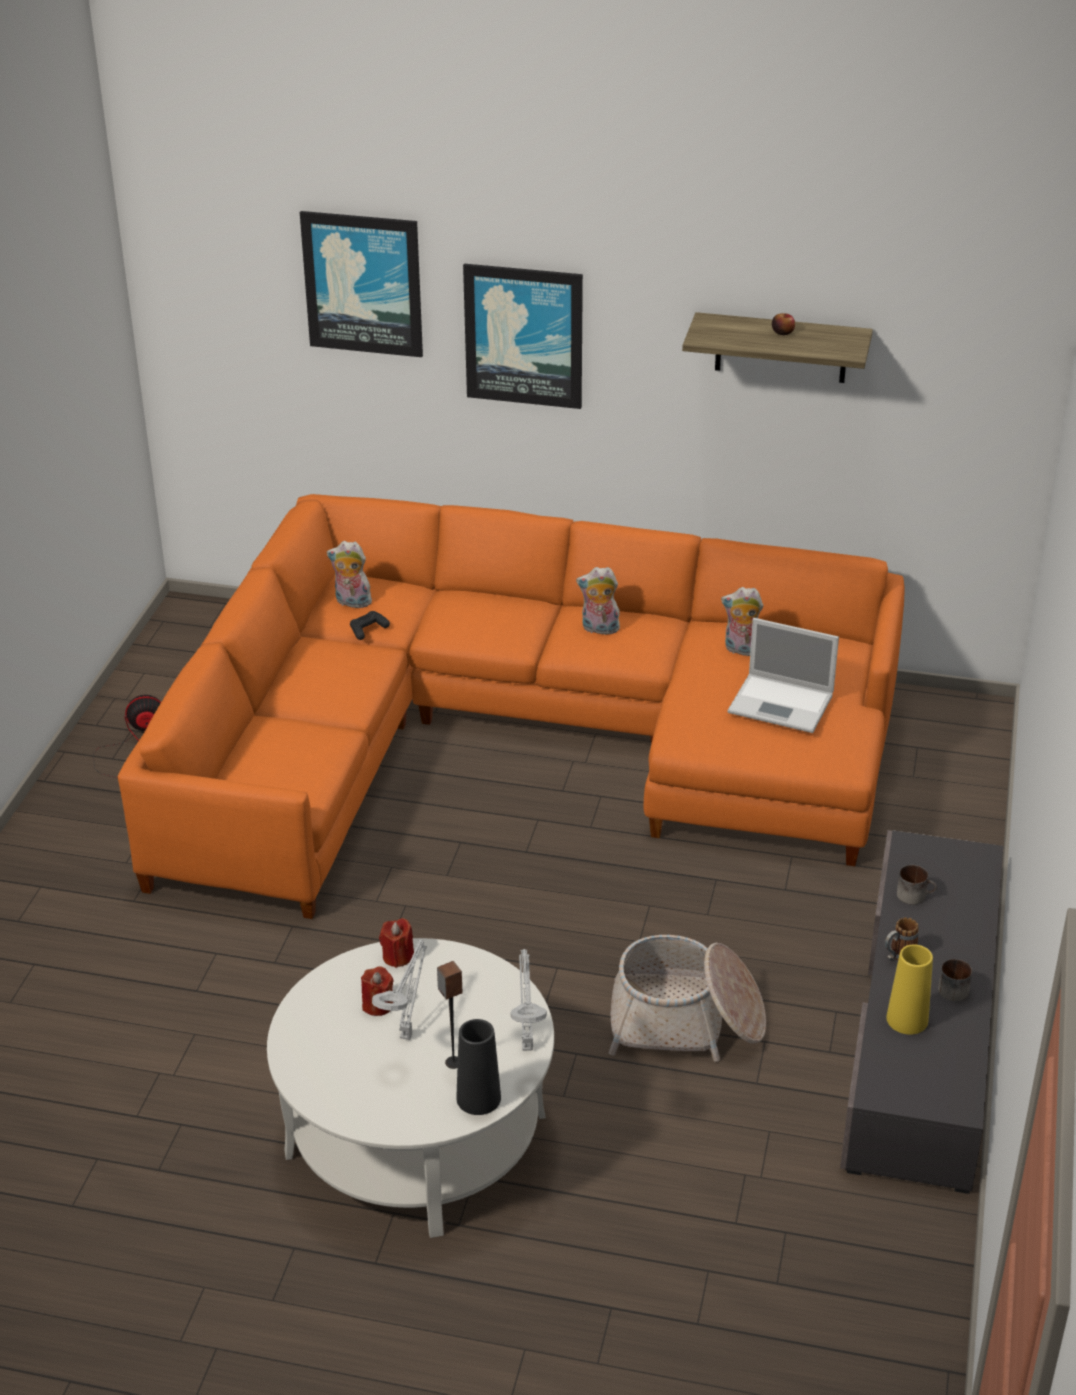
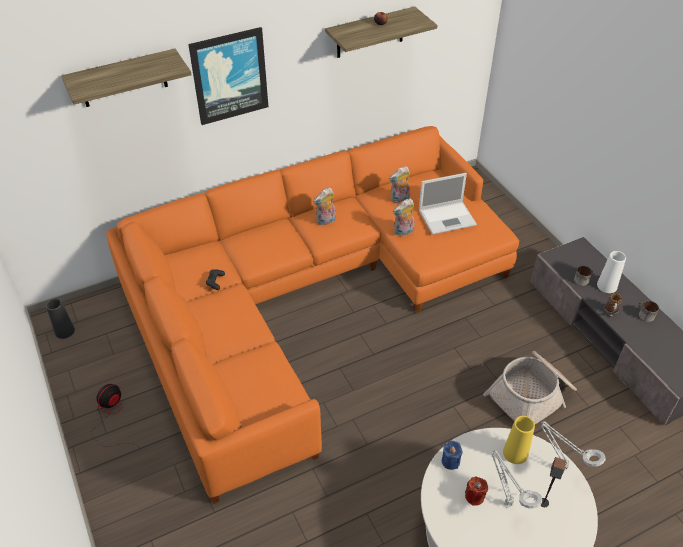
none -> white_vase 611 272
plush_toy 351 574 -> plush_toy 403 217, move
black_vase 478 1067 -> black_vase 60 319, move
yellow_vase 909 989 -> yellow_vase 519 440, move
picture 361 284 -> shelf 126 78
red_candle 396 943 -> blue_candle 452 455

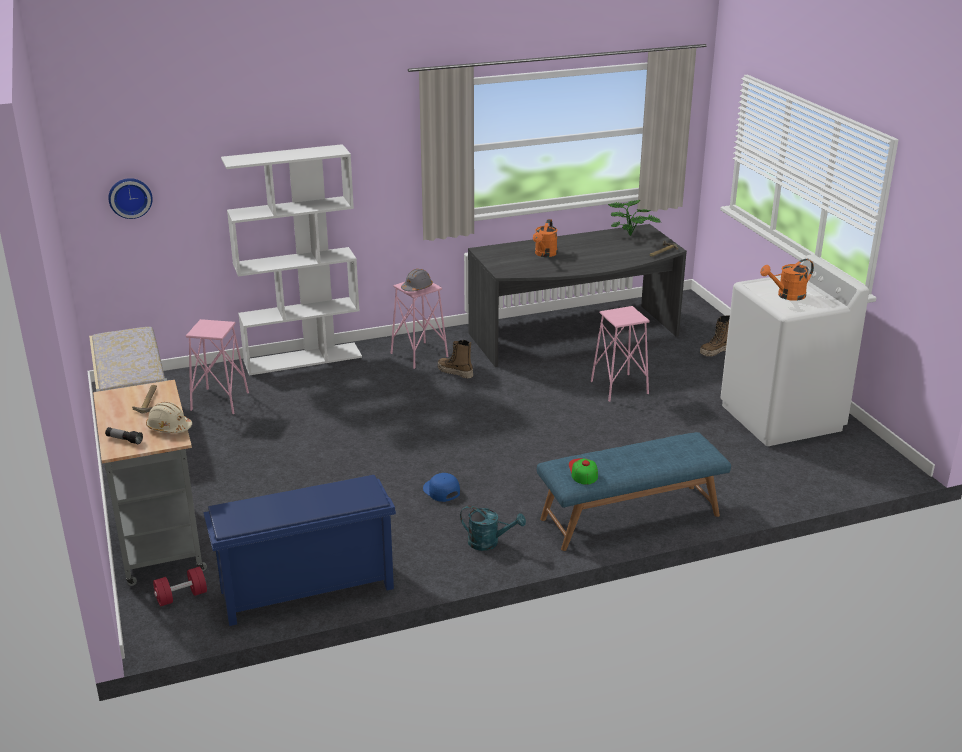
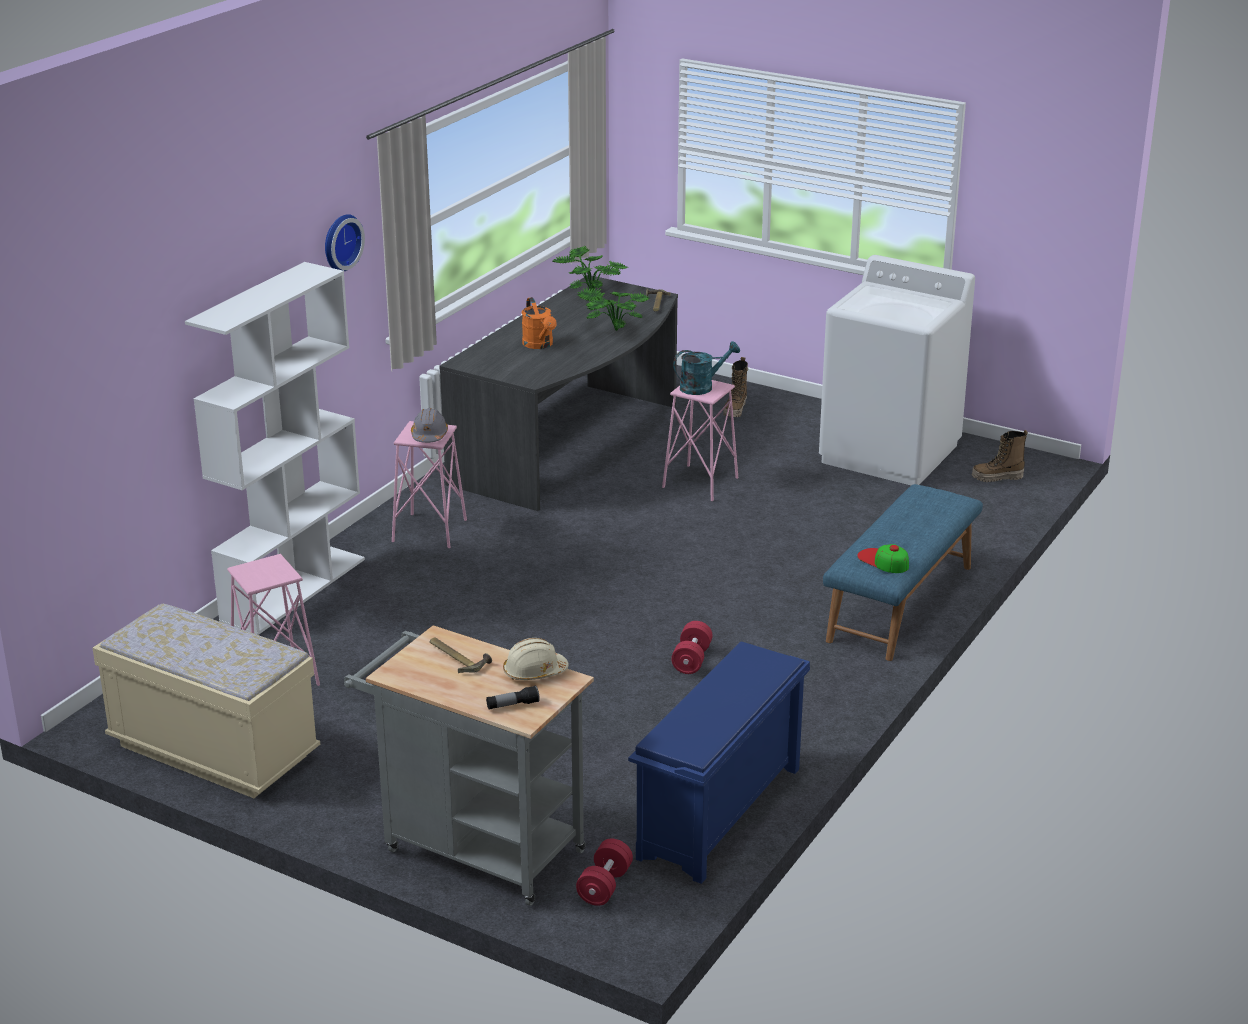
orange_watering_can 787 280 -> none
none -> potted_plant 613 309
wall_clock 130 198 -> wall_clock 345 242, move
boot 455 359 -> boot 1000 456, move
turquoise_watering_can 493 528 -> turquoise_watering_can 706 368, move
blue_cap 441 487 -> red_dumbbell 692 647

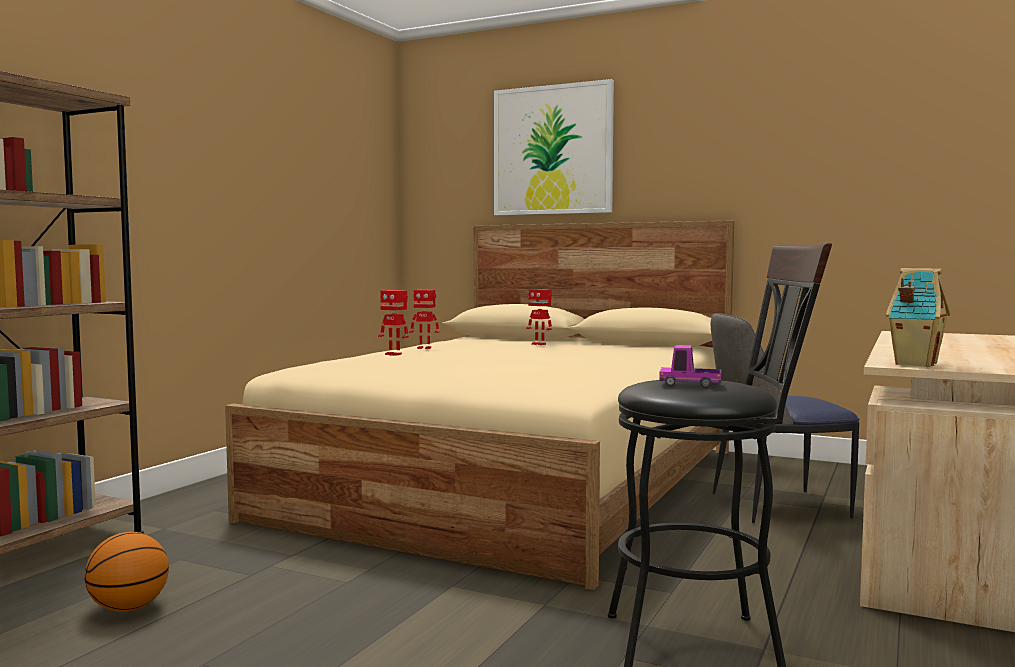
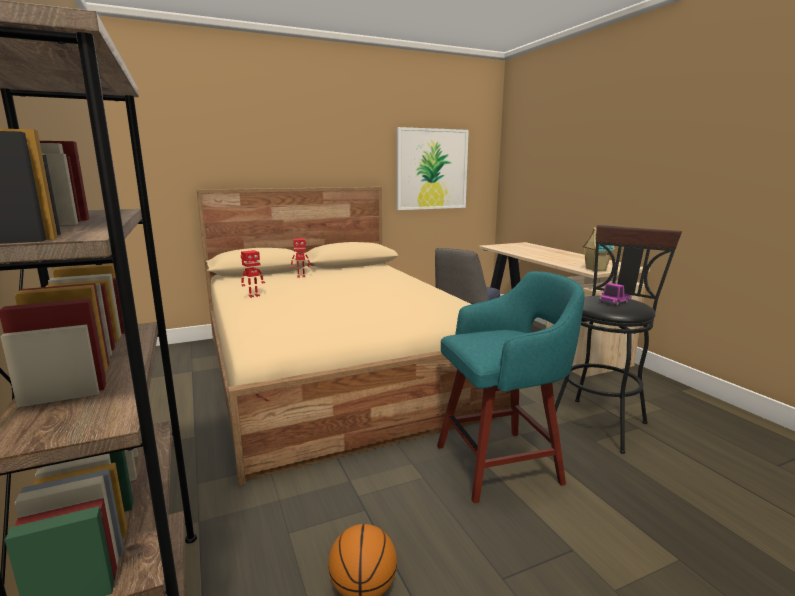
toy_robot 393 323 -> none
none -> turquoise_stool 510 387
picture 554 147 -> picture 433 168, move

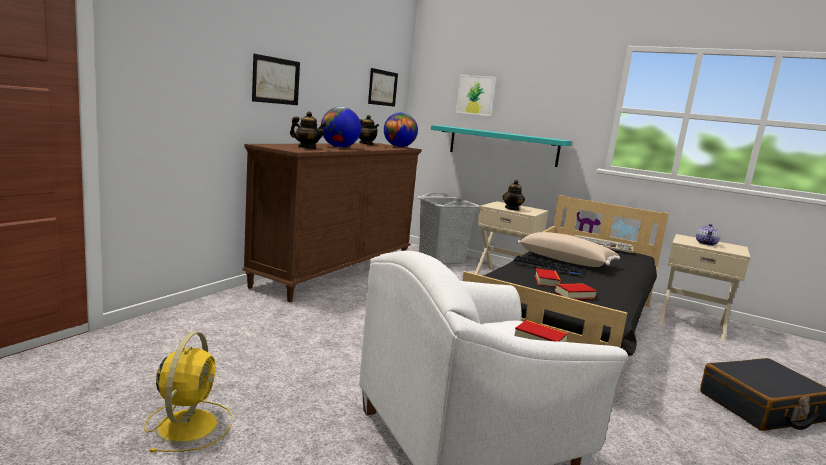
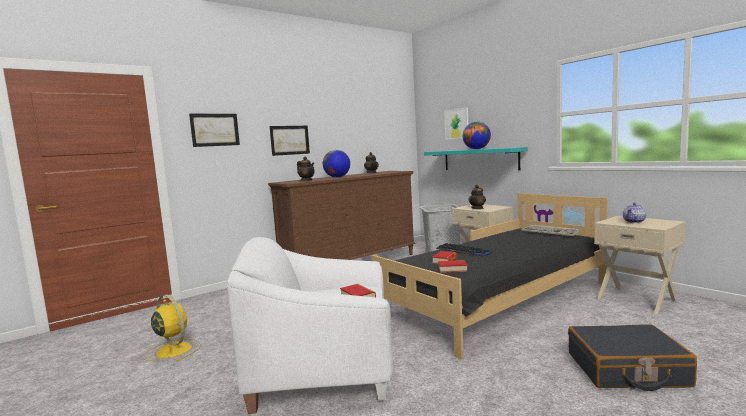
beige_pillow 568 249 -> none
picture 383 87 -> picture 214 130, move
globe 401 129 -> globe 477 135, move
yellow_fan 188 392 -> yellow_fan 172 328, 75 degrees counterclockwise

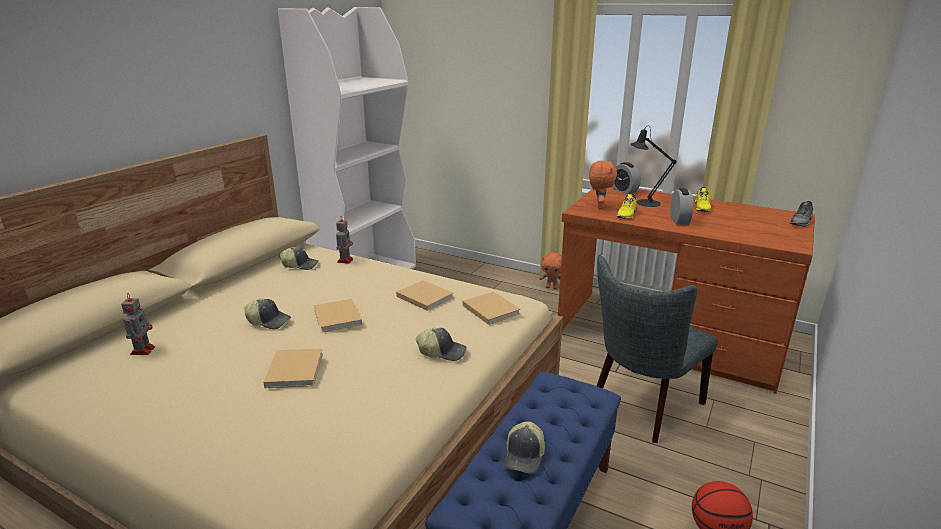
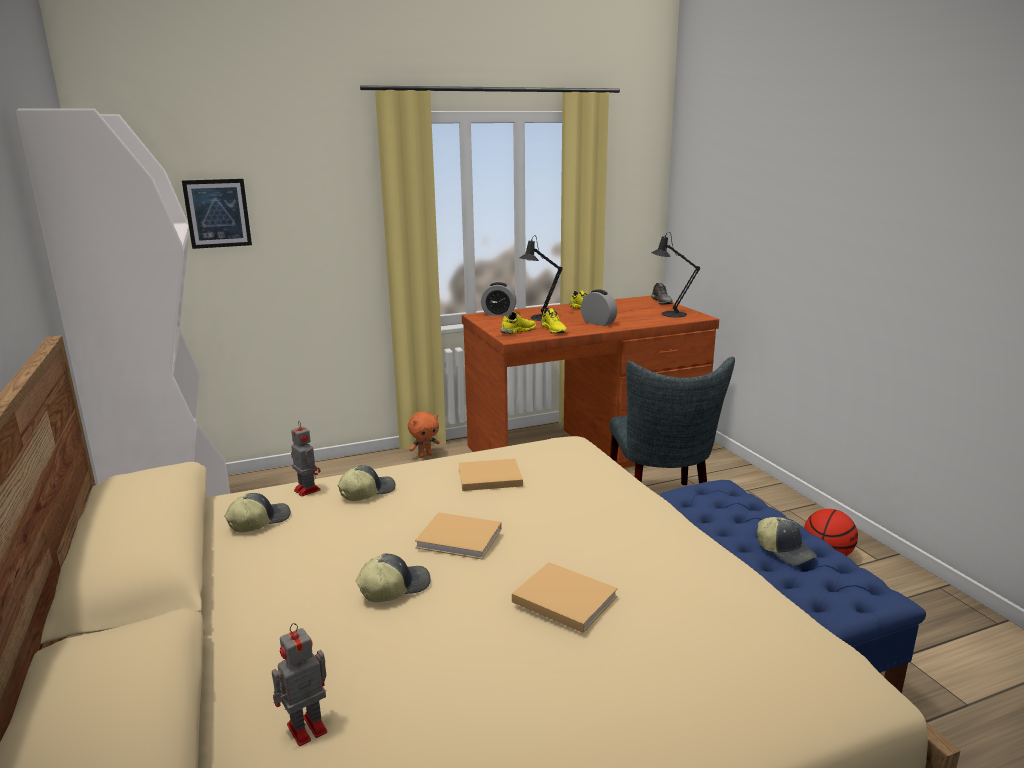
beige_book 491 308 -> none
none -> picture 217 214
none -> black_table_lamp 675 274
cap 441 344 -> cap 367 483, move
orange_plush_toy 603 185 -> yellow_shoe 518 323
toy_robot 138 324 -> toy_robot 299 684, 75 degrees counterclockwise

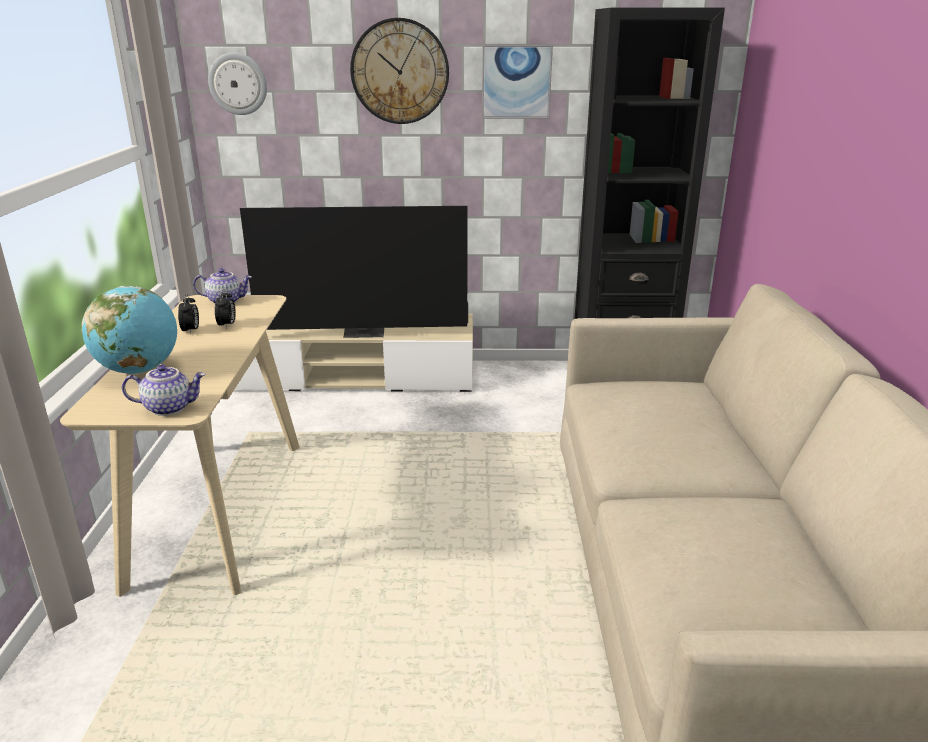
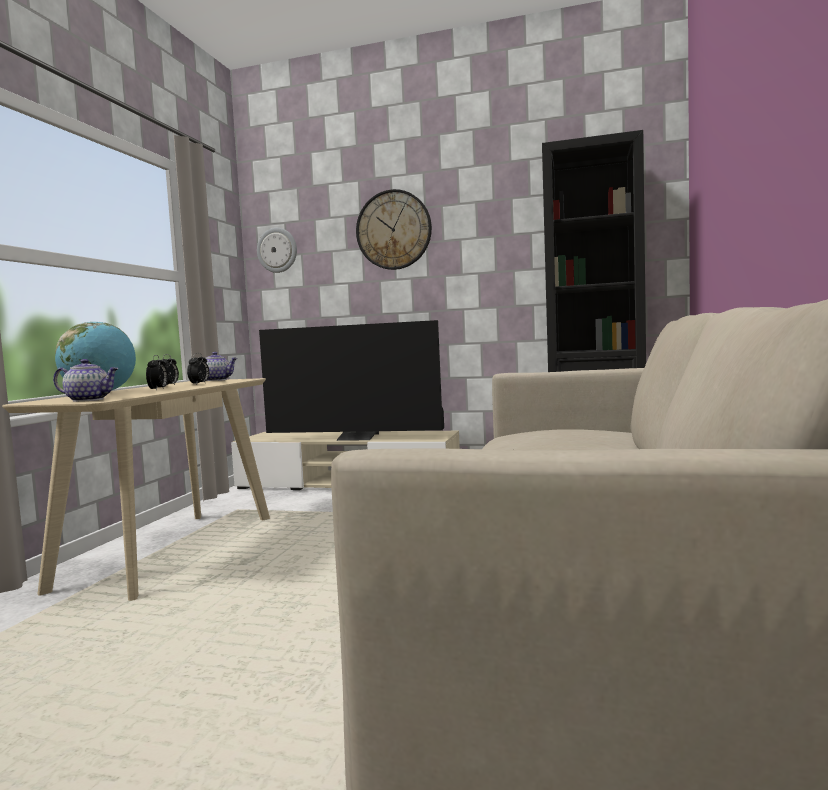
picture 517 82 -> none
none -> alarm_clock 157 372

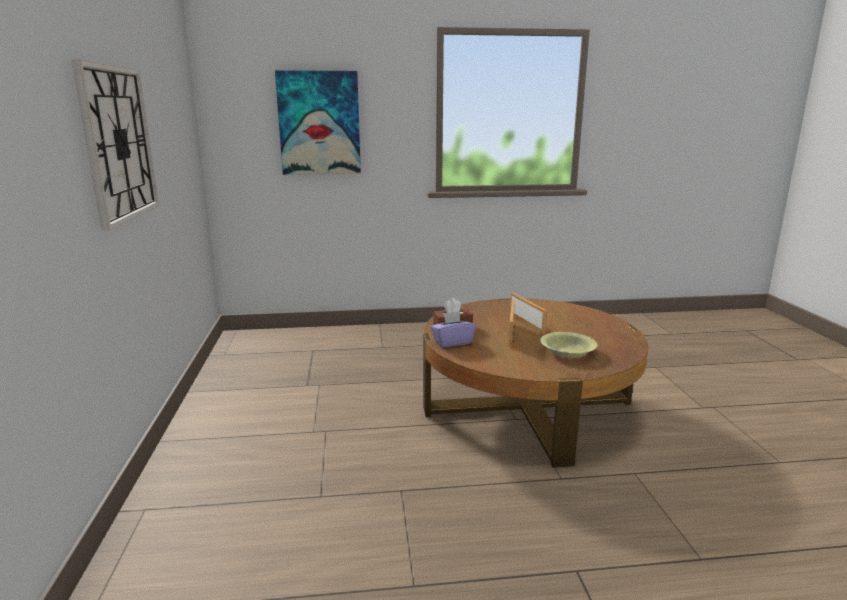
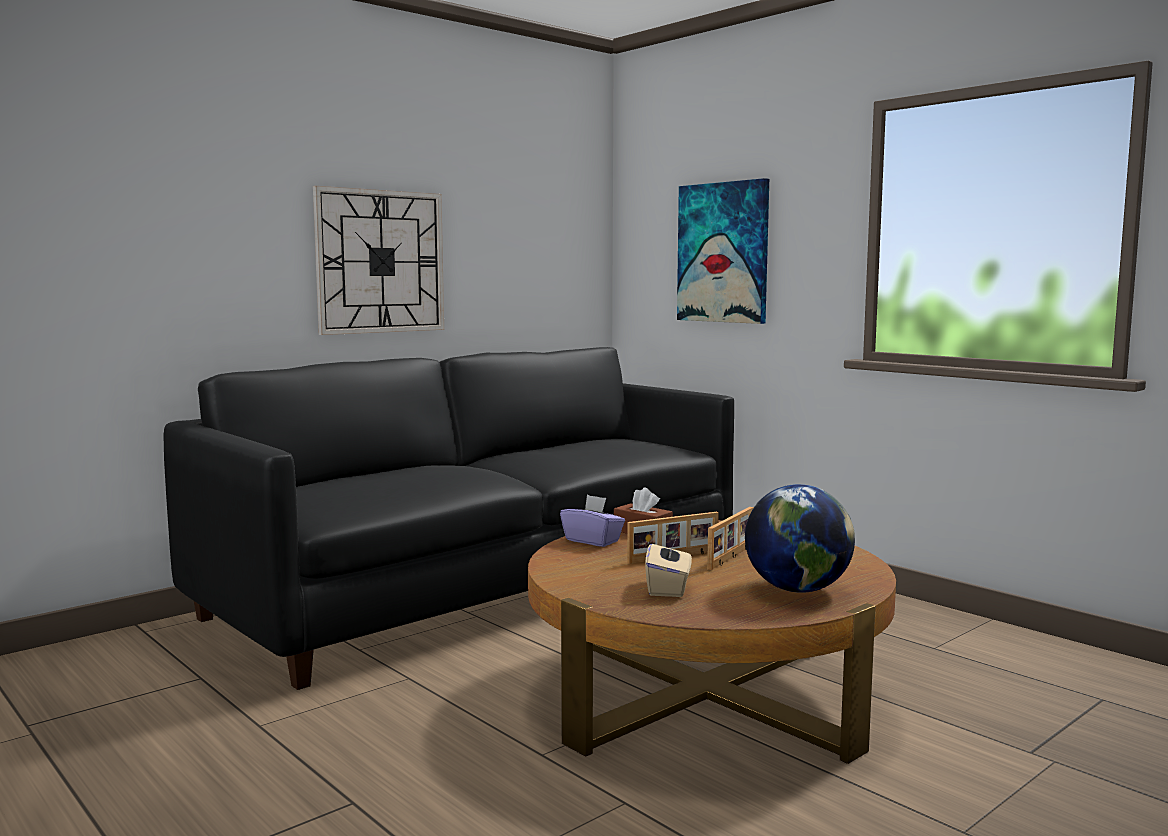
none -> black_sofa 448 518
none -> globe 800 538
yellow_bowl 569 345 -> beige_tissue_box 668 566

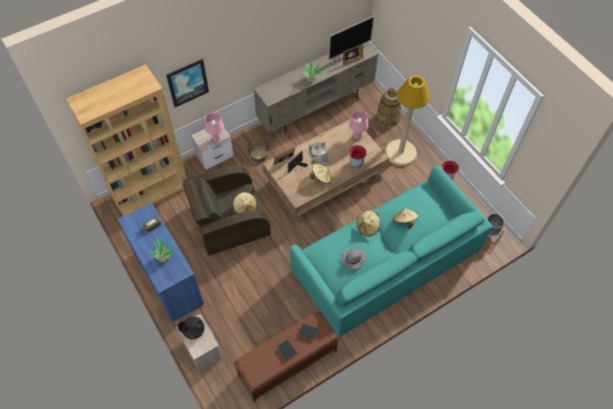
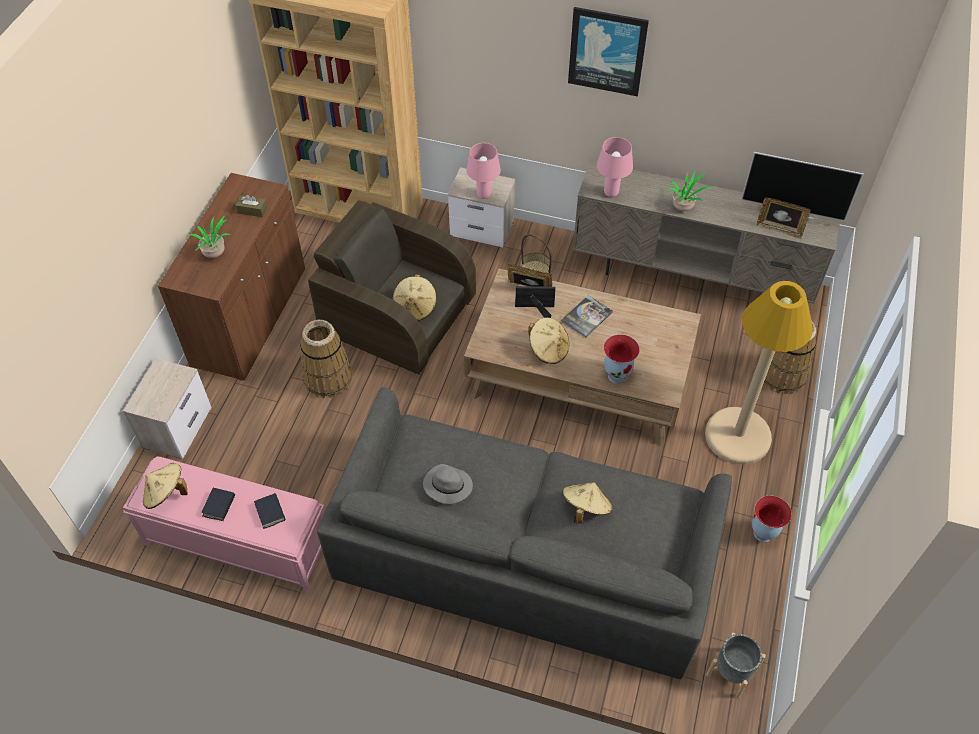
black_teapot 191 328 -> none
none -> basket 326 359
picture 187 83 -> picture 608 52, move
pink_table_lamp 358 125 -> pink_table_lamp 615 167, move
beige_hat 368 223 -> beige_hat 165 486, move
blue_cabinet 161 262 -> brown_cabinet 231 277
brown_bench 287 357 -> pink_bench 223 525
turquoise_sofa 391 251 -> grey_sofa 524 533

